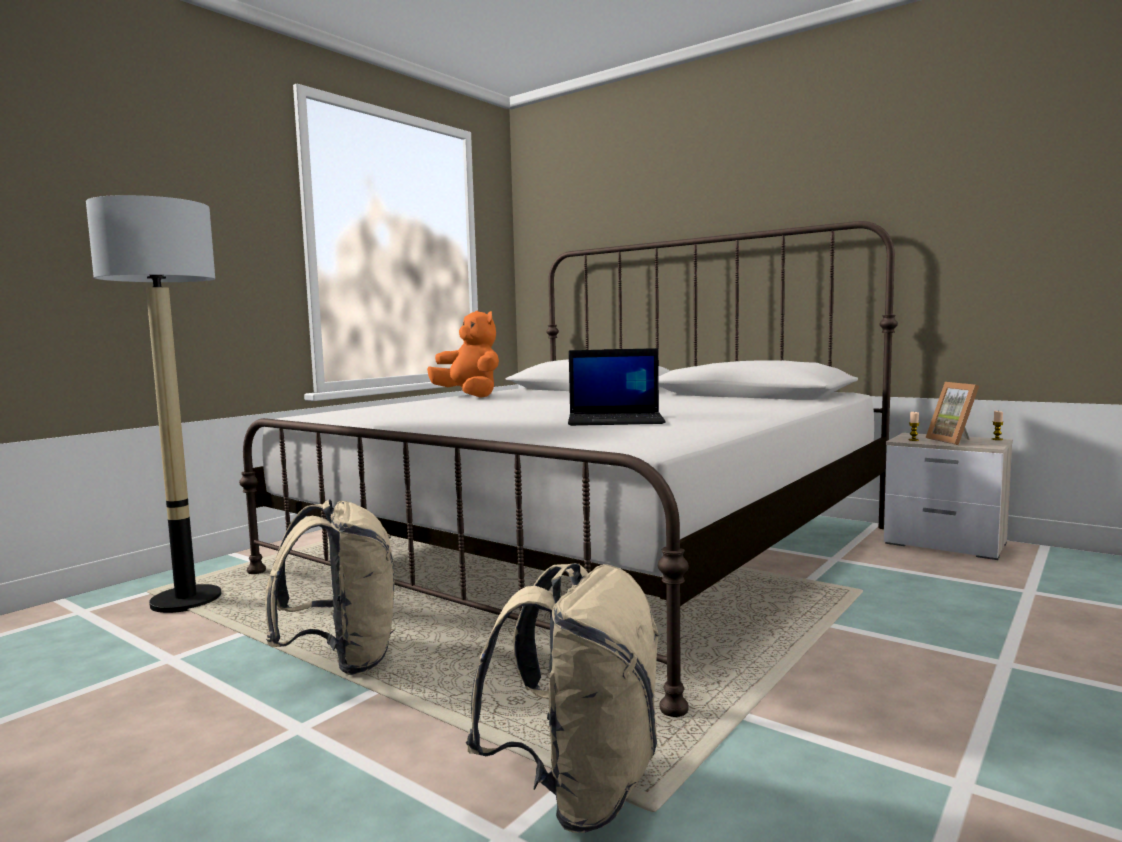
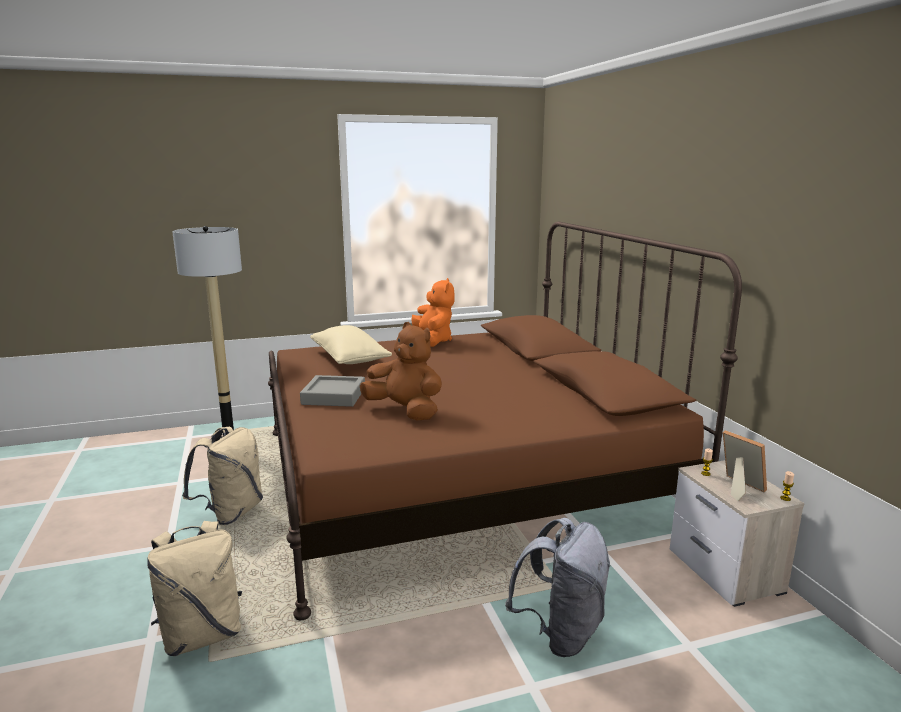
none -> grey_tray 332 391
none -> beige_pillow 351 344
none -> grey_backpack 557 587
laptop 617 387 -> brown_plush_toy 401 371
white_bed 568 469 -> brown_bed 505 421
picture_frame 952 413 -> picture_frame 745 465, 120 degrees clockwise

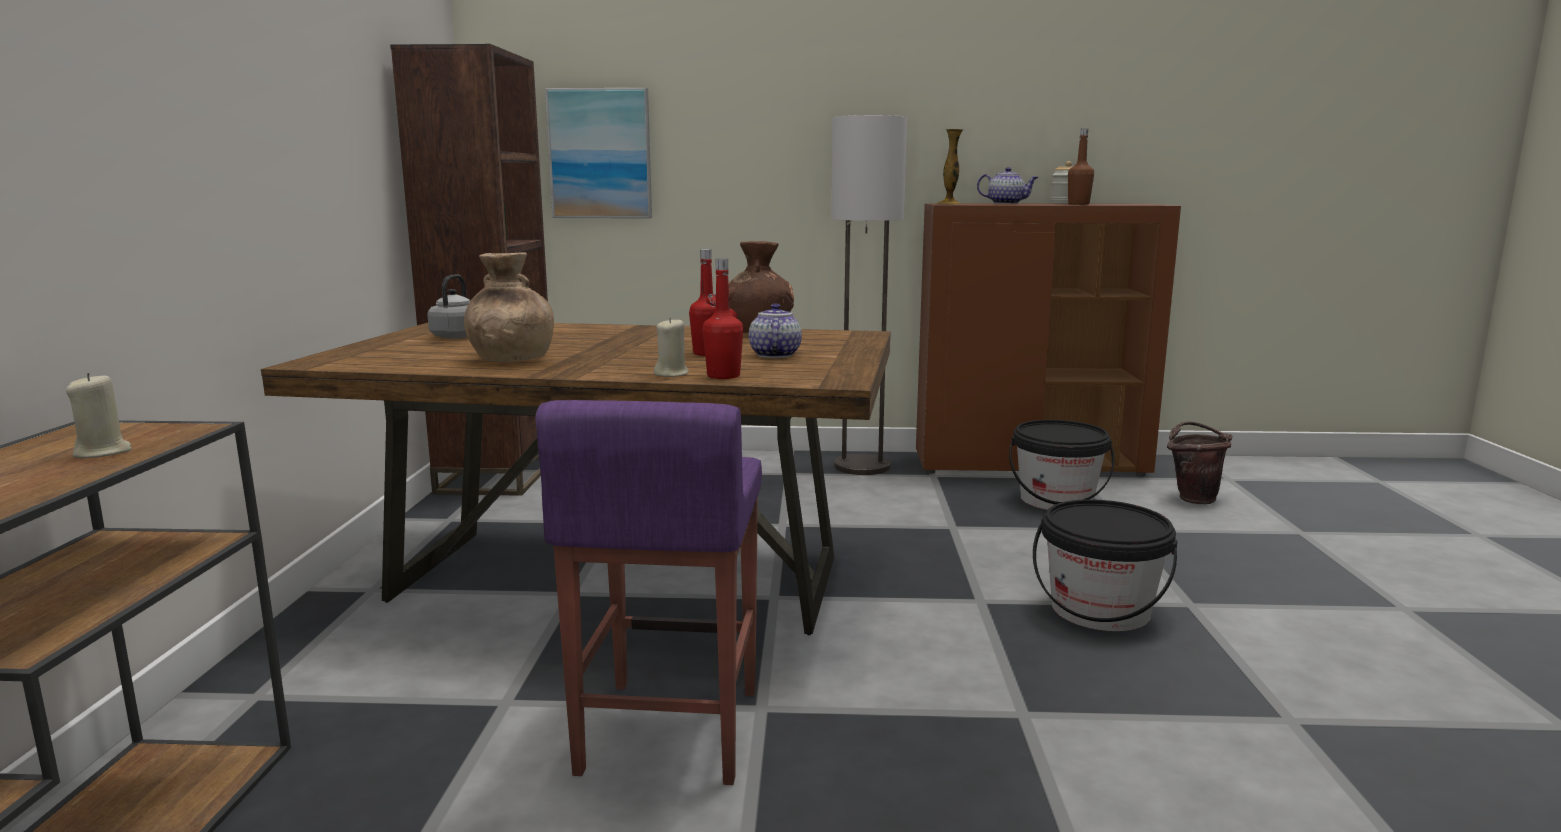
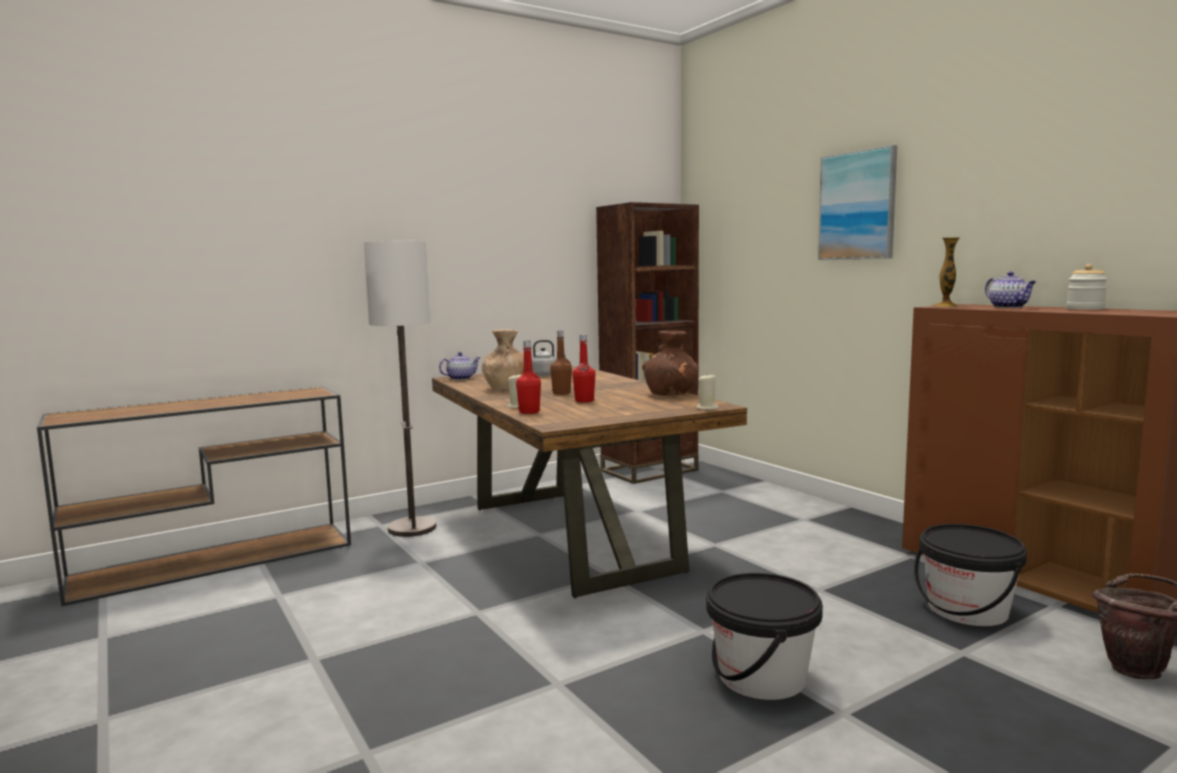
purple_stool 648 592 -> none
beige_candle 99 415 -> beige_candle 707 391, move
picture 598 153 -> picture 857 202, move
teapot 775 330 -> teapot 460 366, move
floor_lamp 869 295 -> floor_lamp 400 389, move
brown_bottle 1081 166 -> brown_bottle 561 363, move

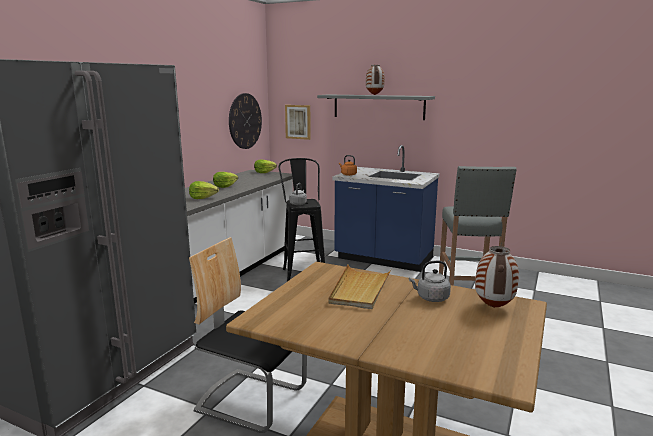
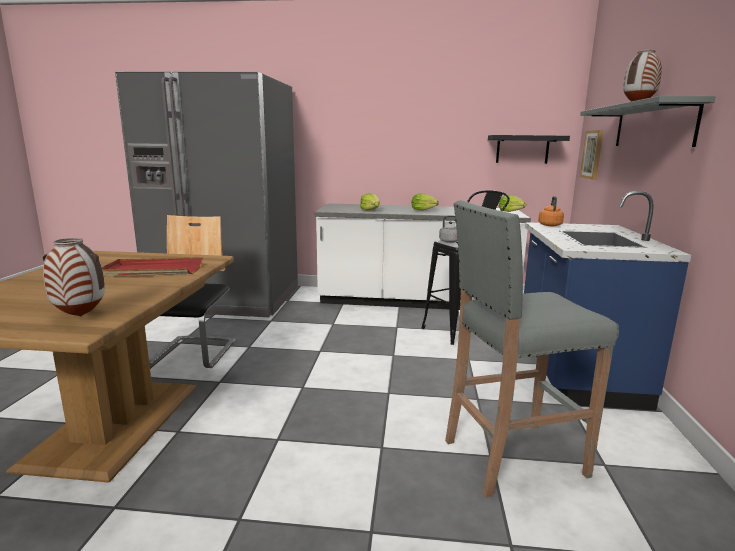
grey_kettle 430 281 -> none
wall_clock 245 121 -> black_shelf 529 149
beige_tray 360 286 -> red_tray 152 267

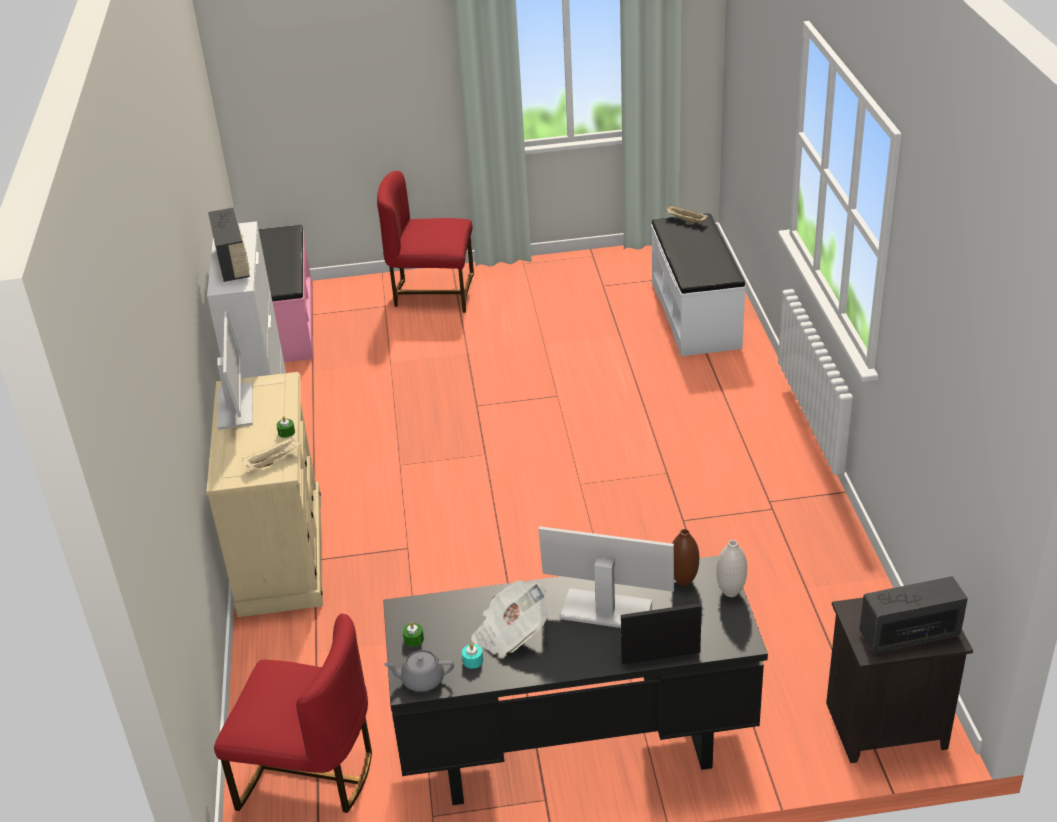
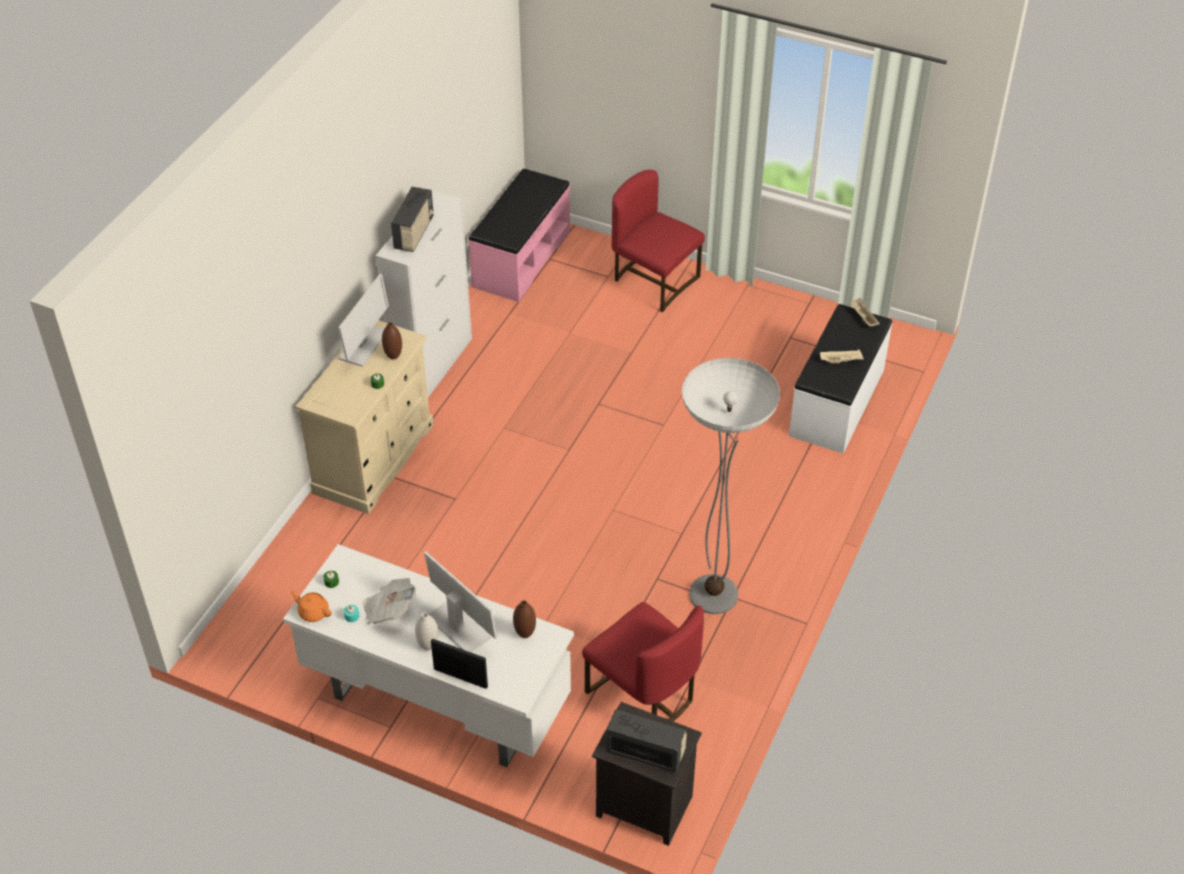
none -> brown_vase 392 340
none -> floor_lamp 731 486
red_chair 293 713 -> red_chair 643 661, move
beige_tray 272 452 -> beige_tray 842 356, move
white_vase 731 568 -> white_vase 427 631, move
black_desk 575 681 -> white_desk 428 655
grey_teapot 418 671 -> orange_teapot 311 606

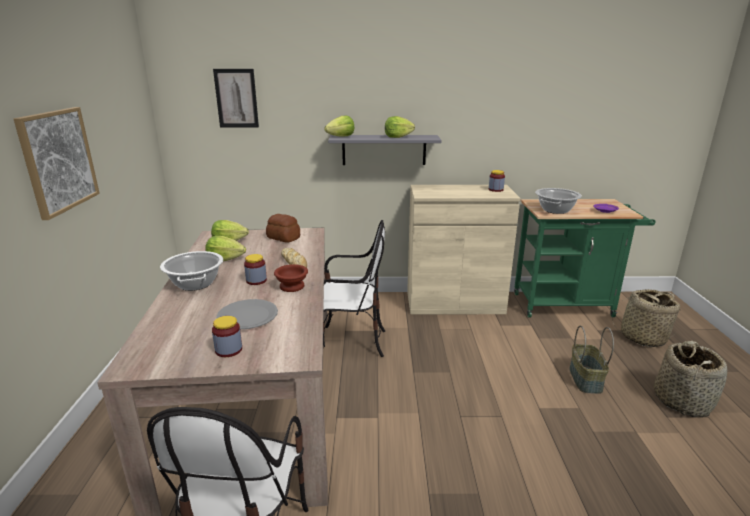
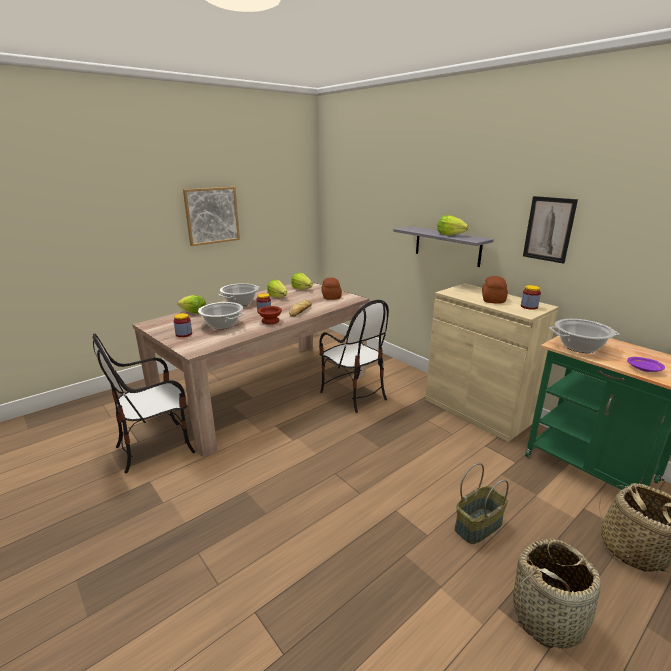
none -> bread 495 289
picture 236 98 -> picture 550 230, move
lettuce 339 126 -> lettuce 191 304, move
grey_plate 247 314 -> cooking_pot 221 315

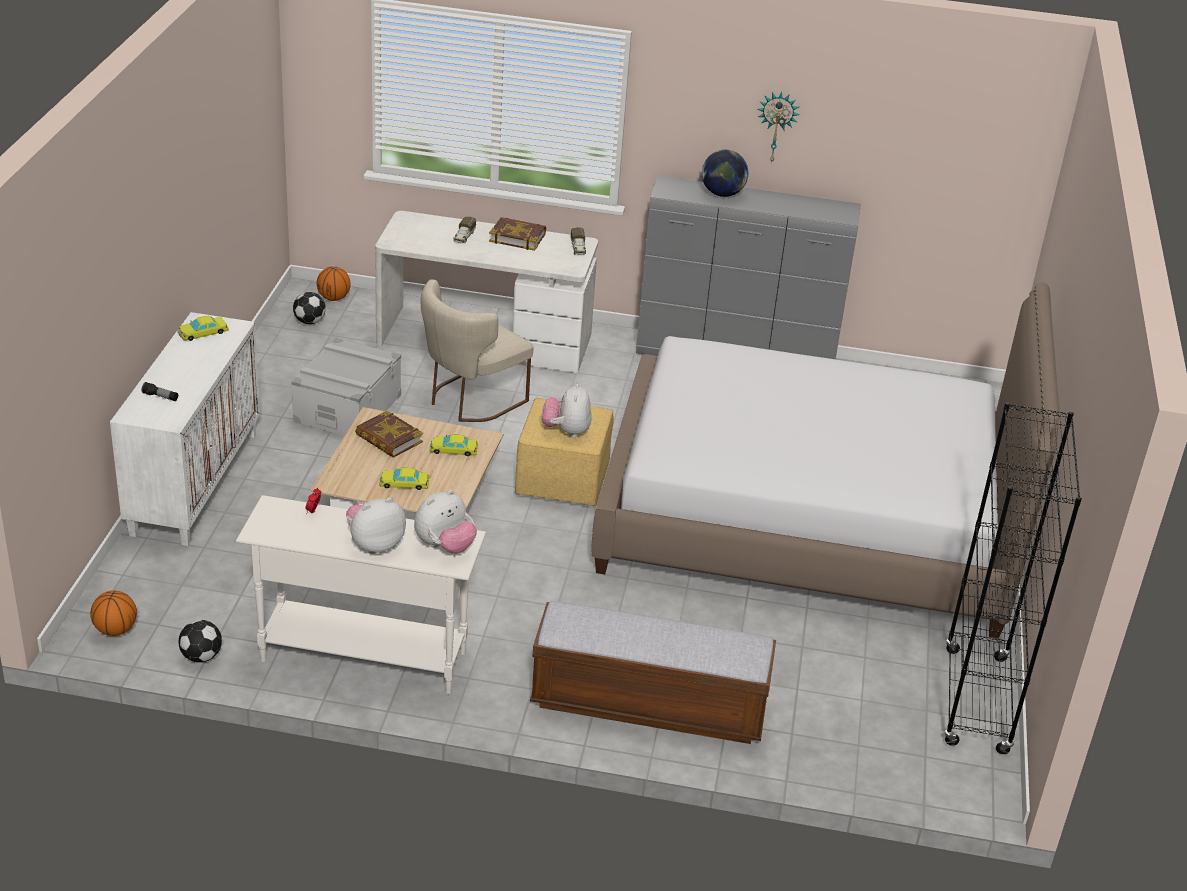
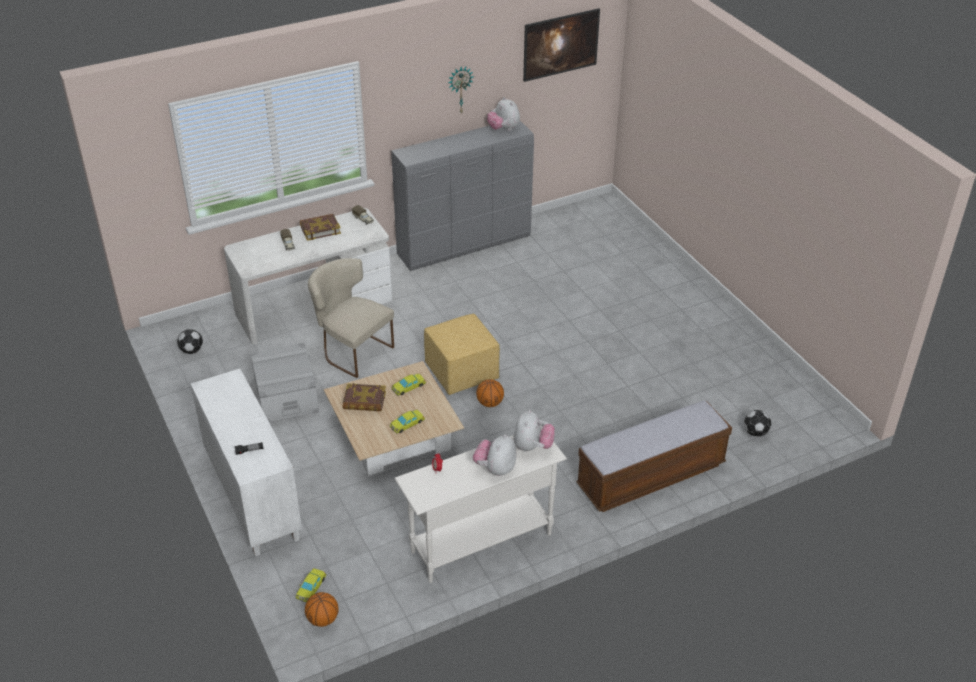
bed 825 460 -> none
globe 725 173 -> none
black_bookcase 1013 578 -> none
none -> picture 561 45
yellow_toy_car 203 328 -> yellow_toy_car 311 585, move
football 200 641 -> football 757 423, move
basketball 334 283 -> basketball 490 393, move
plush_toy 567 410 -> plush_toy 503 114, move
beige_chair 477 350 -> beige_chair 351 318, 120 degrees clockwise

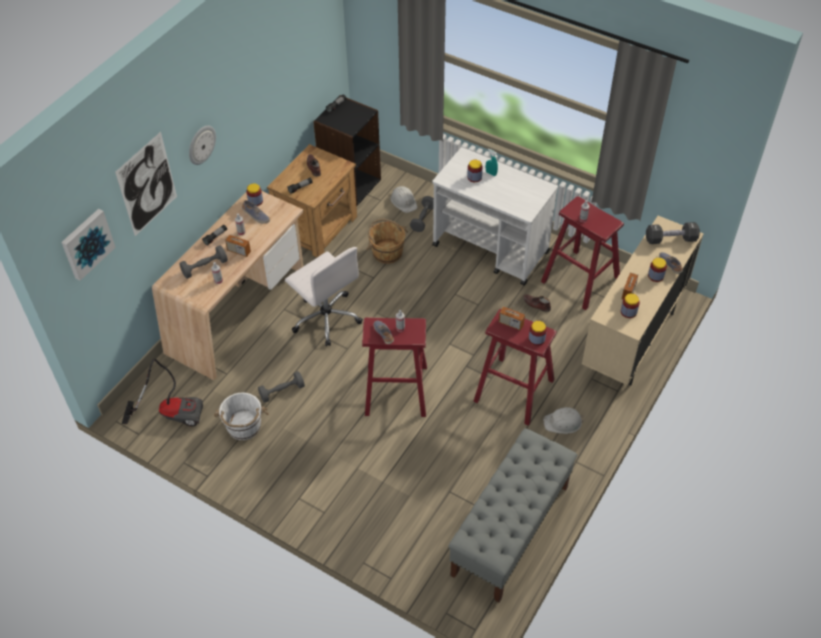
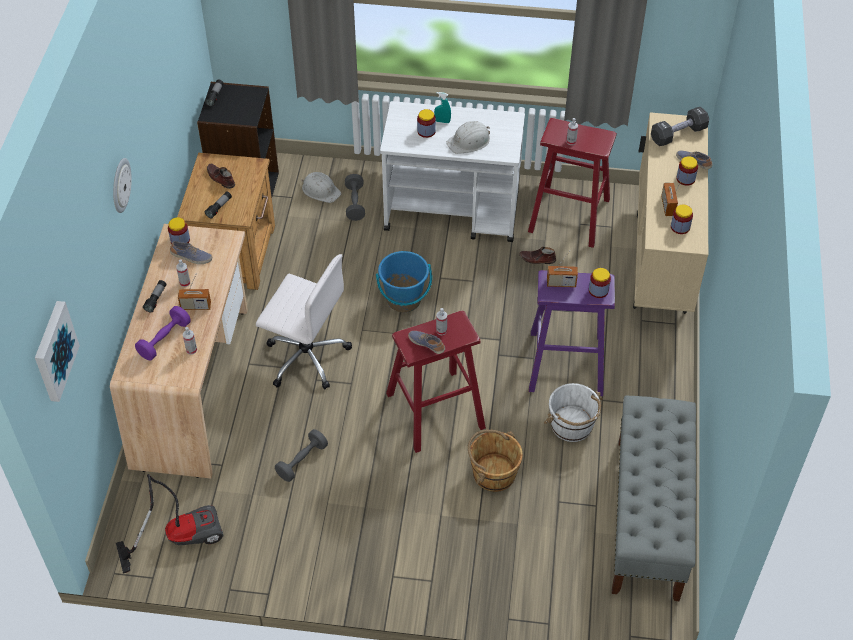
picture 146 184 -> none
none -> blue_bucket 404 281
white_bucket 241 416 -> white_bucket 573 412, move
brown_bucket 387 241 -> brown_bucket 495 461, move
white_hard_hat 563 420 -> white_hard_hat 468 137, move
grey_dumbbell 203 262 -> purple_dumbbell 163 333
red_stool 515 367 -> purple_stool 572 333

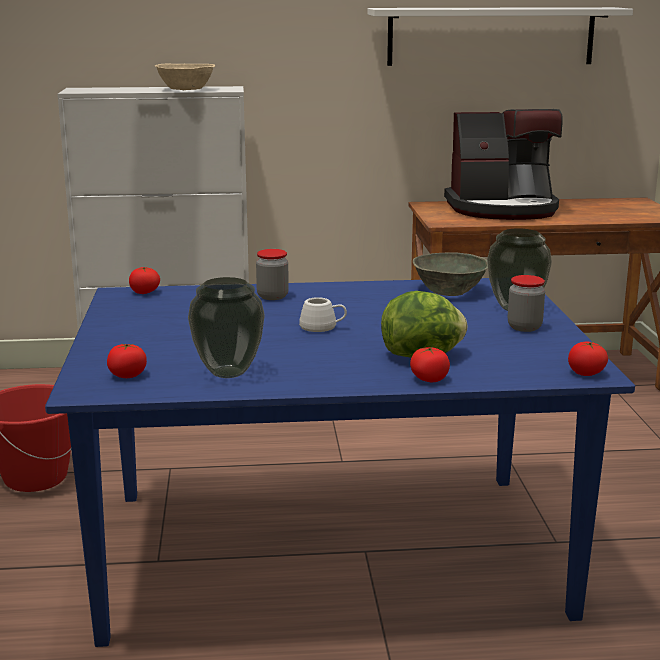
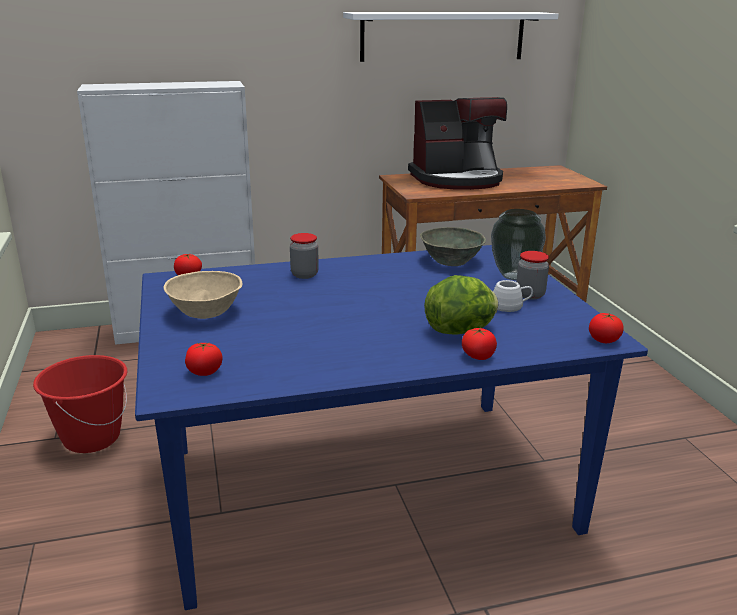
vase 226 327 -> none
beige_bowl 185 77 -> beige_bowl 202 295, move
white_mug 323 314 -> white_mug 513 296, move

